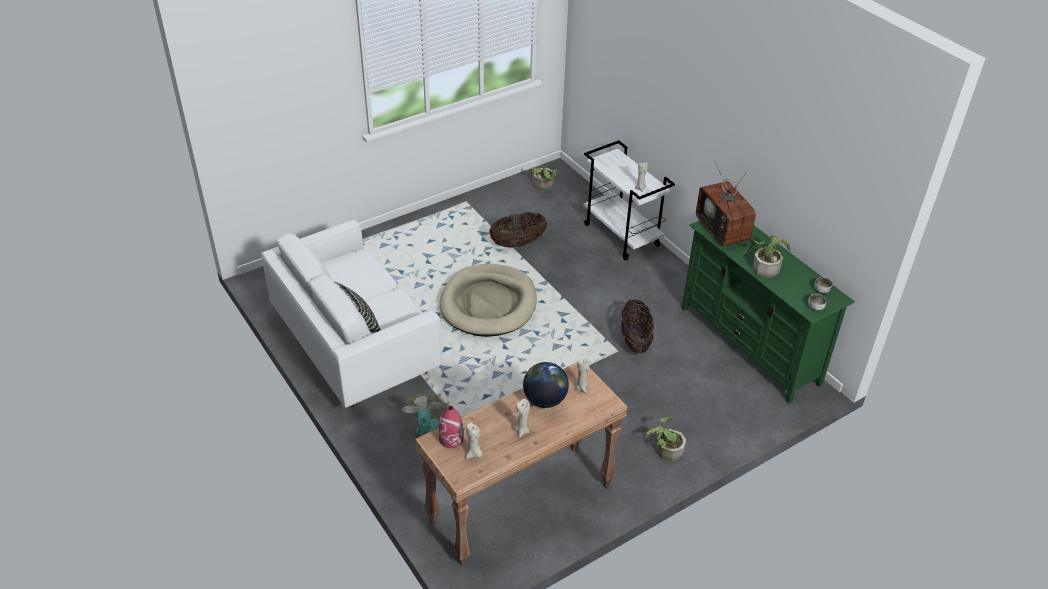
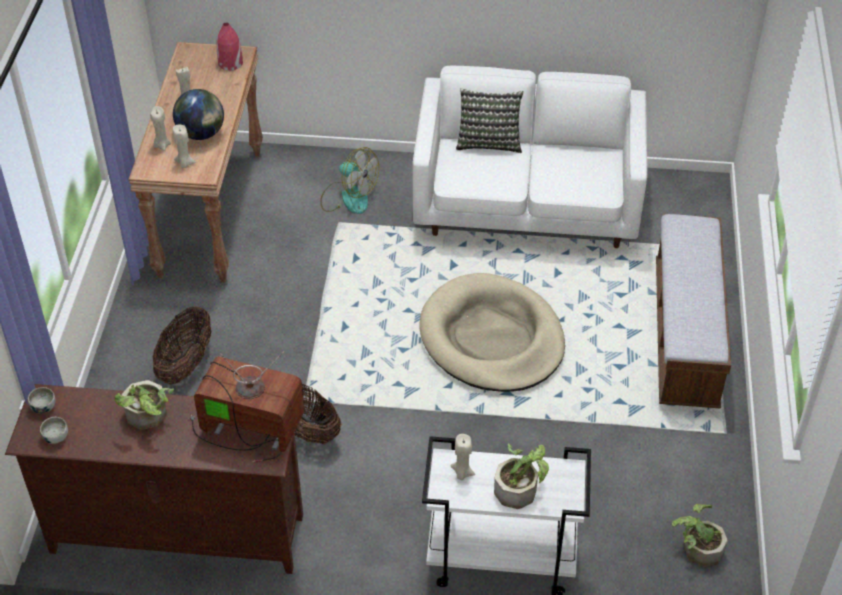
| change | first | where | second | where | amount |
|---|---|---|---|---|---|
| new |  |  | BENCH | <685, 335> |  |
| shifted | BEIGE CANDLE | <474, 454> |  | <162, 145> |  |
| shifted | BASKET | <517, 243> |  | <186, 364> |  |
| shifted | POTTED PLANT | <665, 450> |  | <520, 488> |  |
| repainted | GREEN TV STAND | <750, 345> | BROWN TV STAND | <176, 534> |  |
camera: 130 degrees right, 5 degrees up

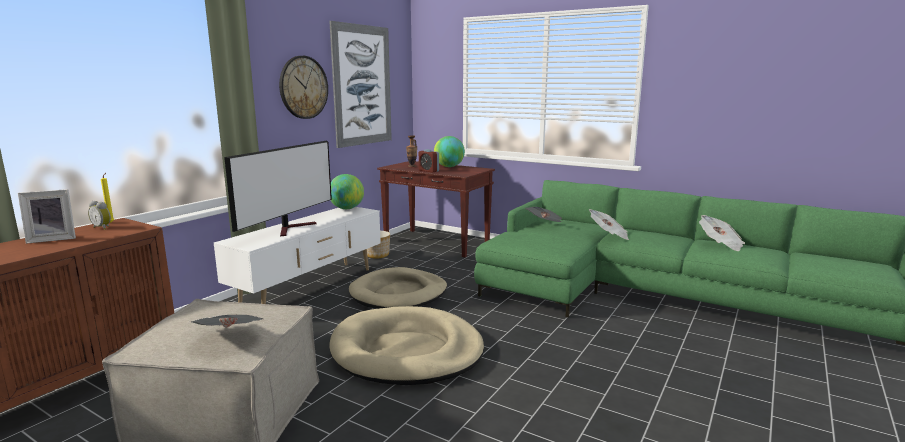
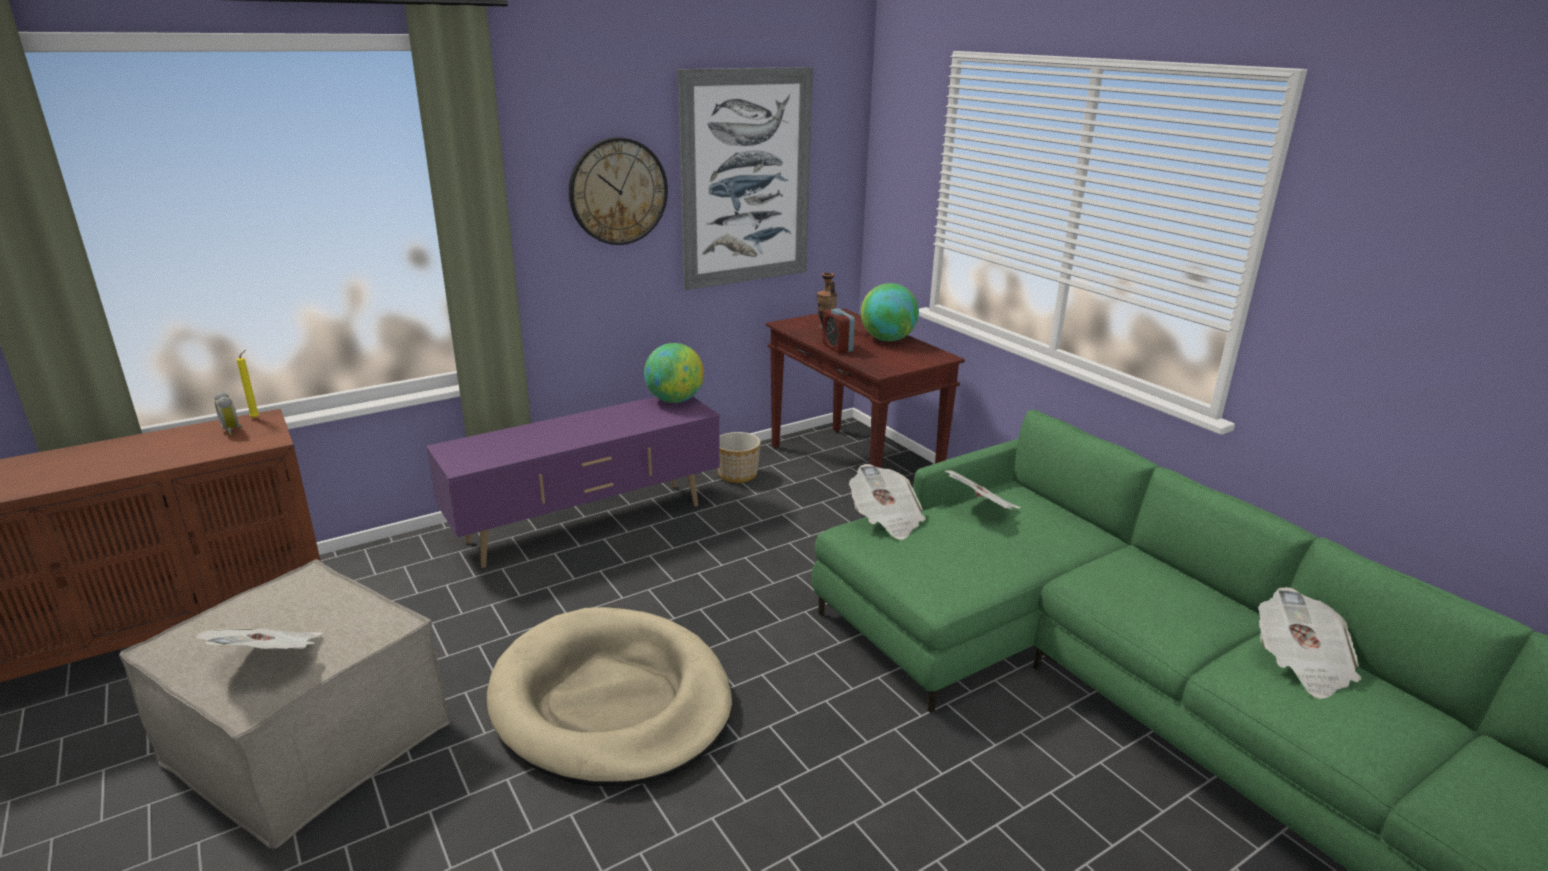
| change | first | where | second | where | amount |
|---|---|---|---|---|---|
| gone | PICTURE FRAME | <53, 239> |  |  |  |
| gone | TELEVISION | <292, 228> |  |  |  |
| gone | BEIGE DOG BED | <399, 293> |  |  |  |
| shifted | NEWSPAPER | <609, 235> |  | <886, 519> |  |
| repainted | WHITE TV STAND | <311, 288> | PURPLE TV STAND | <588, 524> |  |
camera: 25 degrees right, 10 degrees up

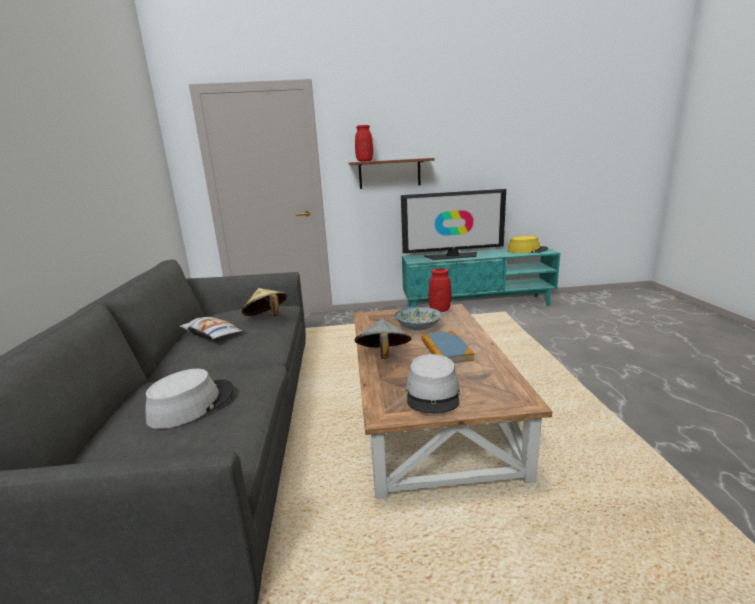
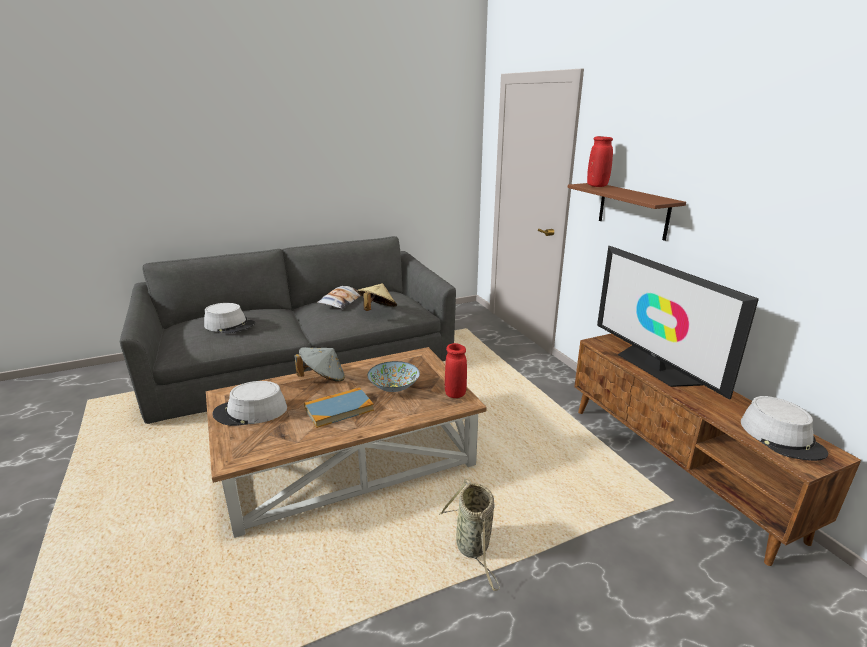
| change | first | where | second | where | amount |
|---|---|---|---|---|---|
| new |  |  | BASKET | <473, 547> |  |
| repainted | TURQUOISE TV STAND | <477, 305> | BROWN TV STAND | <676, 467> |  |
| repainted | YELLOW HAT | <527, 250> | GREY HAT | <781, 437> |  |
camera: 70 degrees right, 5 degrees up

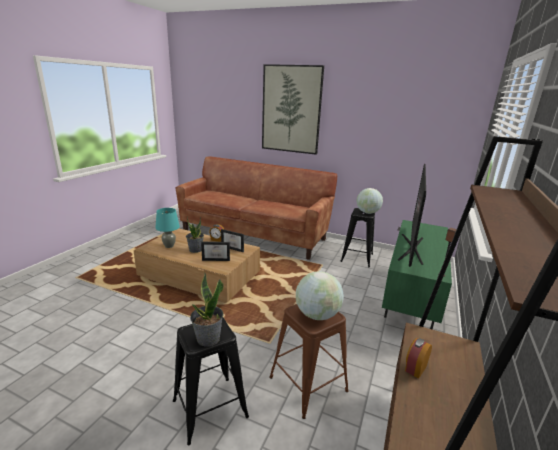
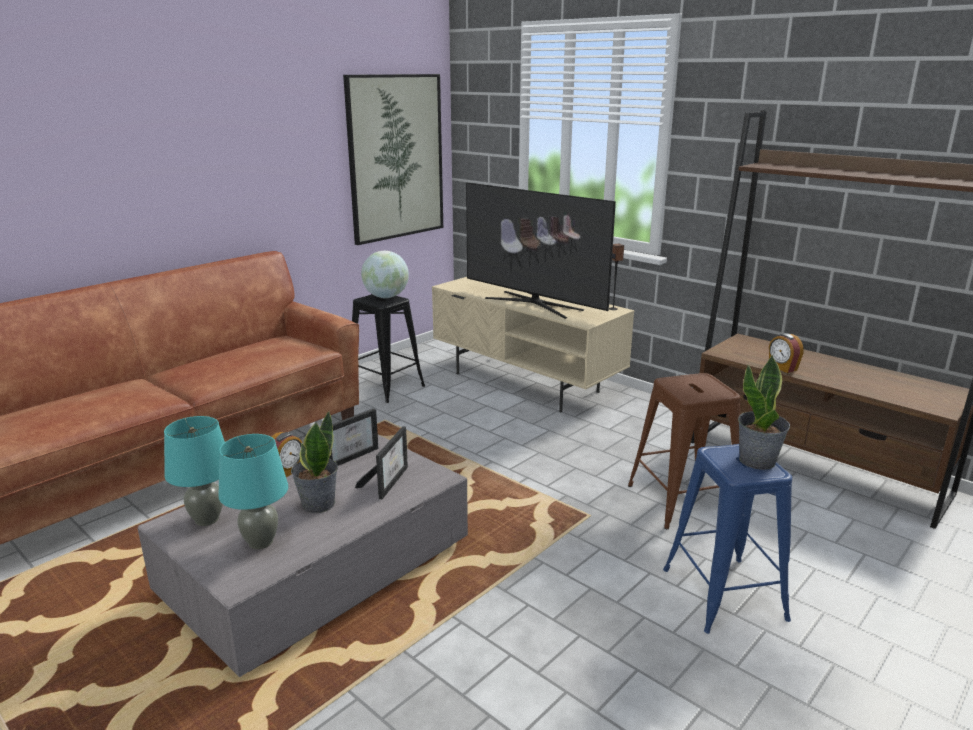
| change | first | where | second | where | amount |
|---|---|---|---|---|---|
| gone | GLOBE | <317, 315> |  |  |  |
| new |  |  | TURQUOISE TABLE LAMP | <207, 519> |  |
| shifted | PICTURE | <291, 109> |  | <396, 158> |  |
| repainted | BROWN COFFEE TABLE | <200, 277> | GREY COFFEE TABLE | <319, 571> |  |
| repainted | BLACK STOOL | <210, 408> | BLUE STOOL | <723, 593> |  |
| repainted | GREEN TV STAND | <411, 298> | BEIGE TV STAND | <527, 382> |  |
camera: 70 degrees left, 0 degrees up

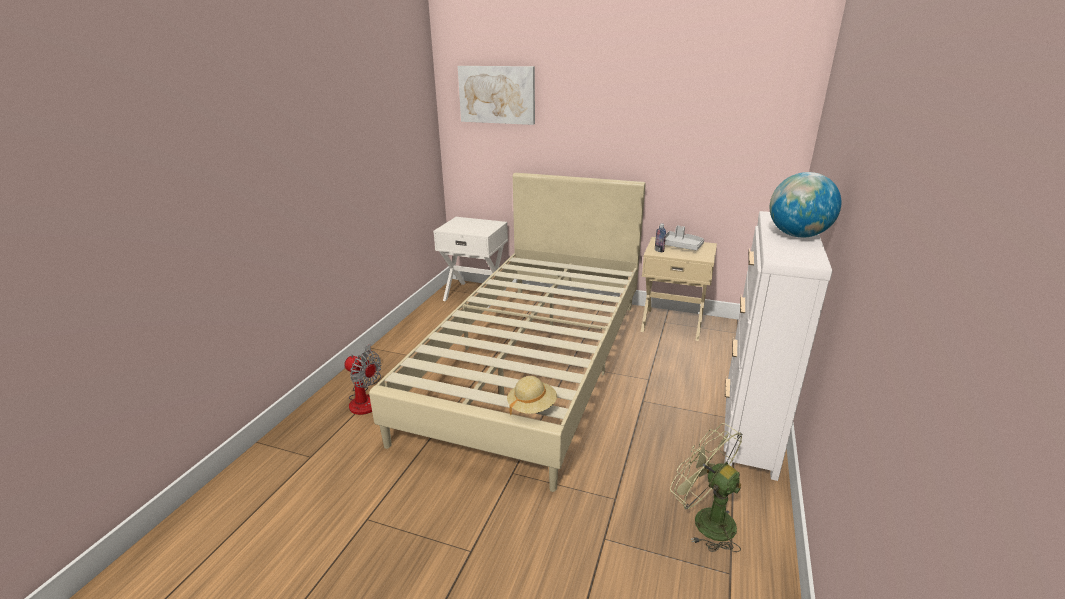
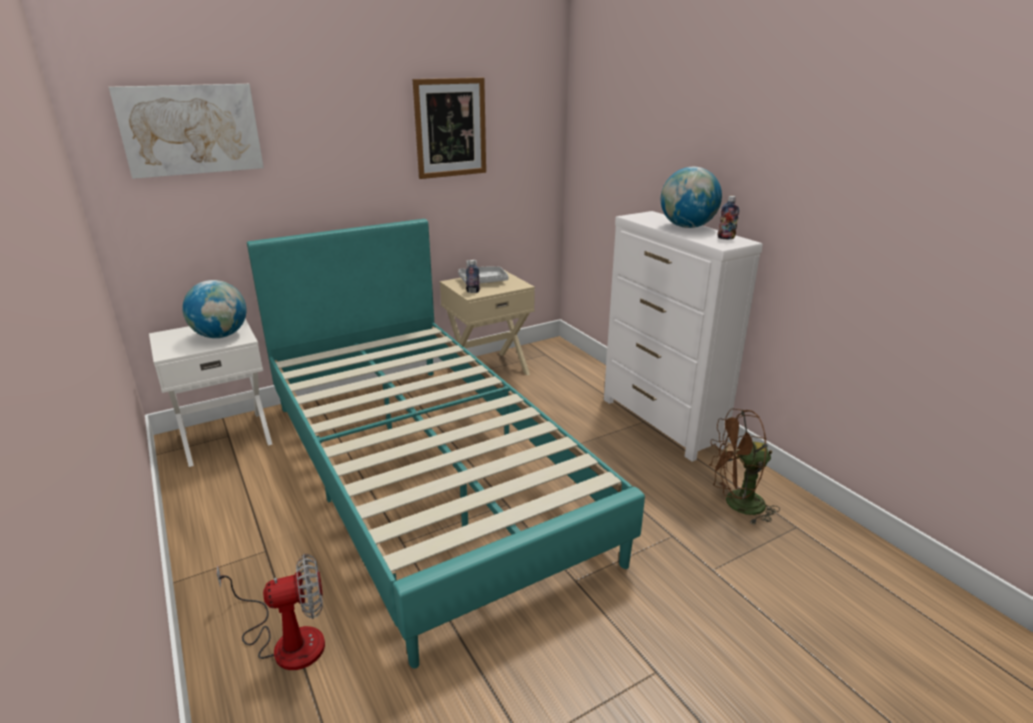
| change | first | where | second | where | amount |
|---|---|---|---|---|---|
| gone | BEIGE HAT | <532, 407> |  |  |  |
| new |  |  | GLOBE | <221, 335> |  |
| new |  |  | PICTURE | <450, 128> |  |
| new |  |  | BOTTLE | <726, 238> |  |
| repainted | BEIGE BED | <533, 363> | TURQUOISE BED | <424, 472> |  |
| repainted | GREEN FAN | <705, 520> | BROWN FAN | <736, 504> |  |
camera: 50 degrees left, 0 degrees up

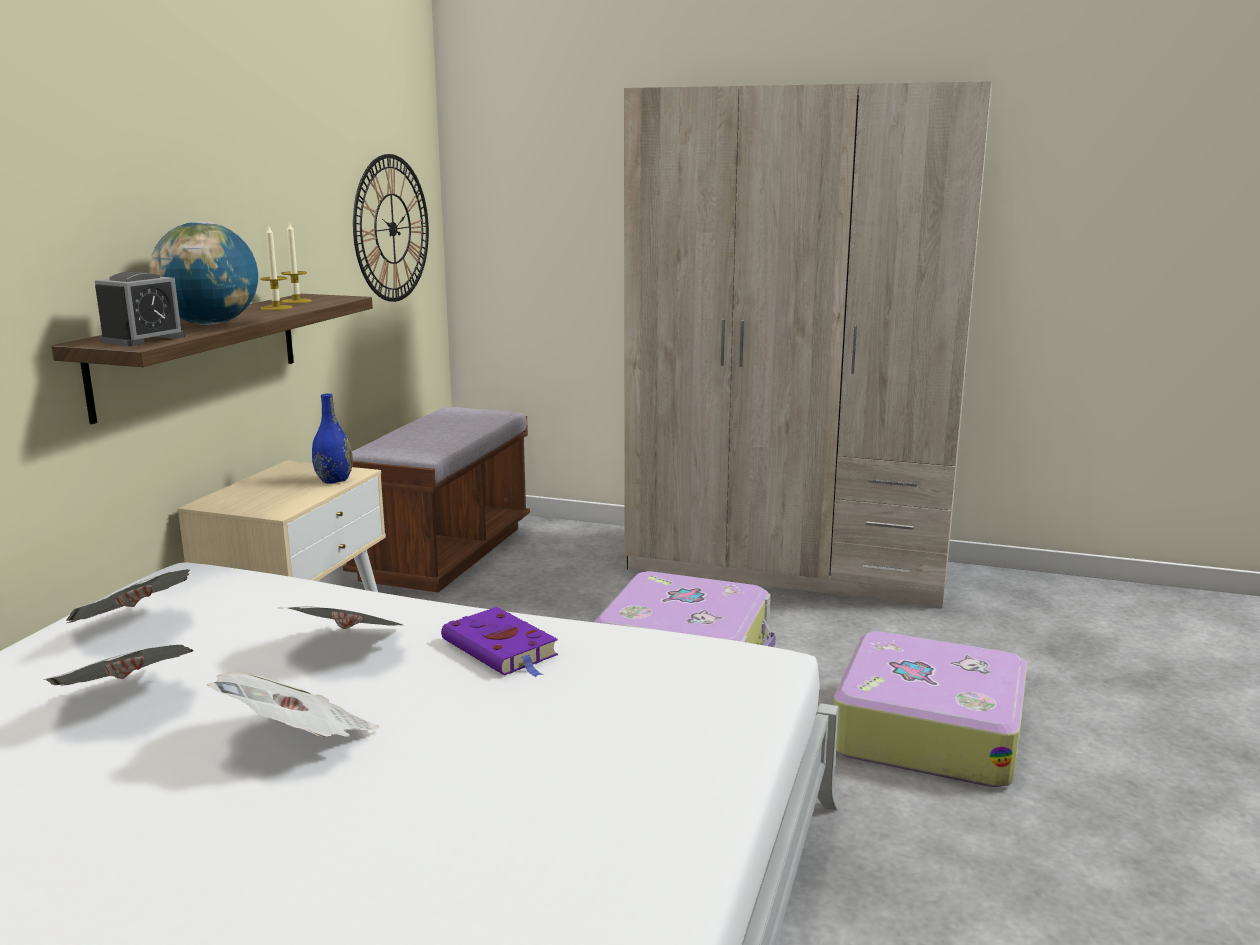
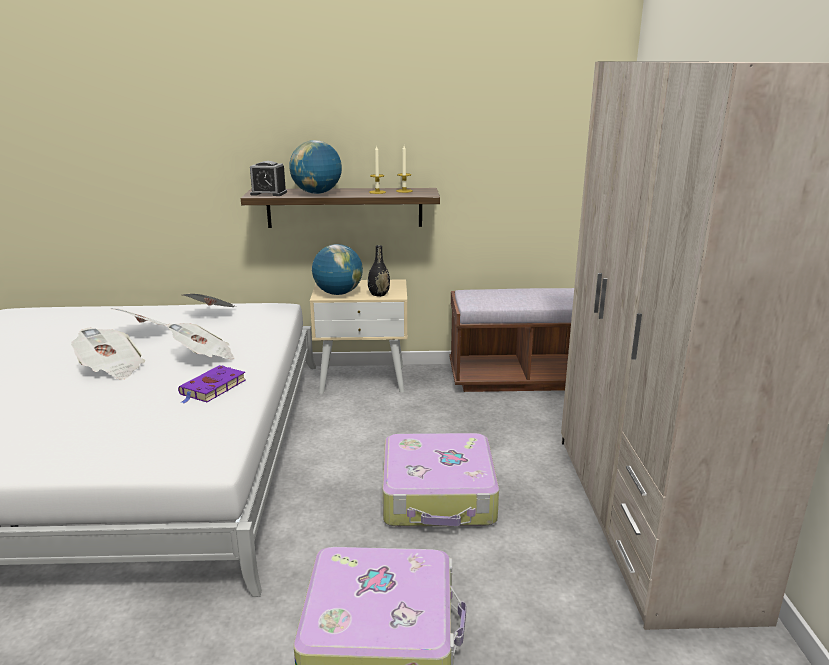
| change | first | where | second | where | amount |
|---|---|---|---|---|---|
| gone | WALL CLOCK | <392, 228> |  |  |  |
| new |  |  | GLOBE | <338, 293> |  |
| repainted | BLUE VASE | <334, 480> | BLACK VASE | <379, 294> |  |
camera: 70 degrees right, 5 degrees up

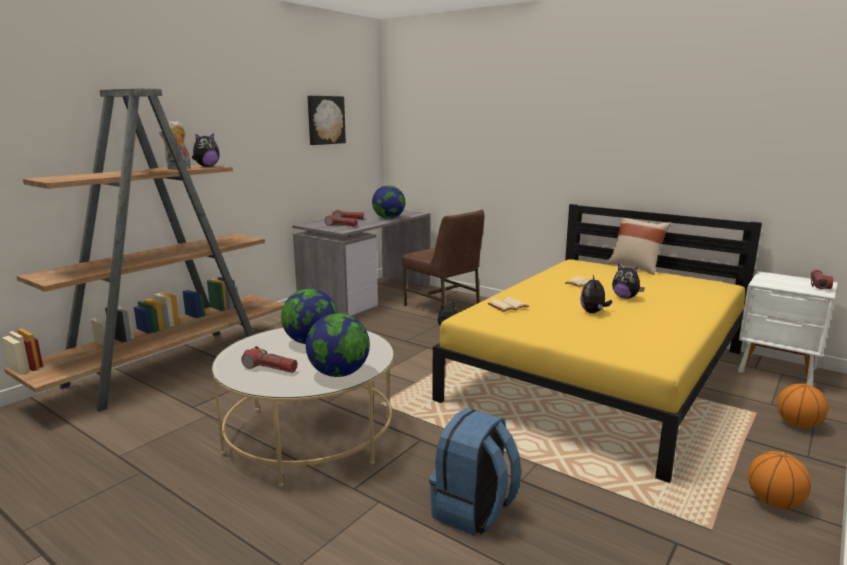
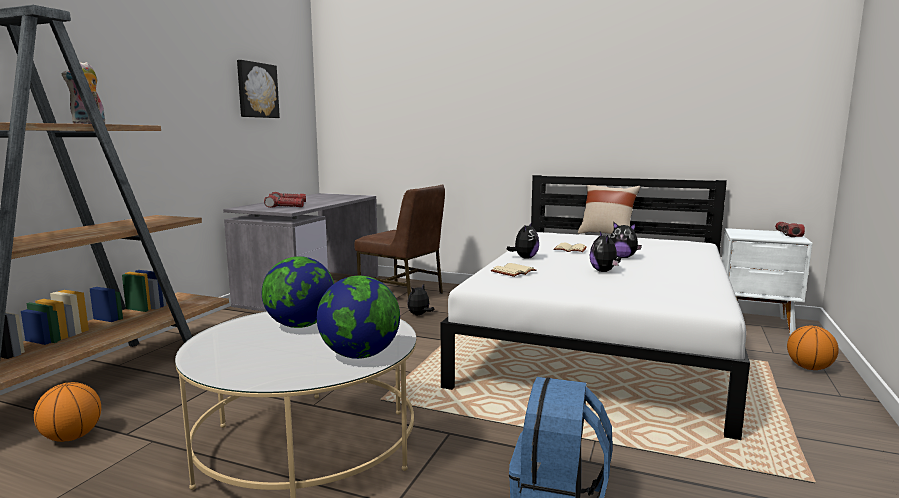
| change | first | where | second | where | amount |
|---|---|---|---|---|---|
| gone | FLASHLIGHT | <270, 368> |  |  |  |
| gone | GLOBE | <389, 218> |  |  |  |
| shifted | PLUSH TOY | <207, 166> |  | <524, 258> |  |
| shifted | BASKETBALL | <774, 502> |  | <72, 437> |  |
| repainted | YELLOW BED | <600, 375> | WHITE BED | <602, 343> |  |
camera: 15 degrees left, 5 degrees down

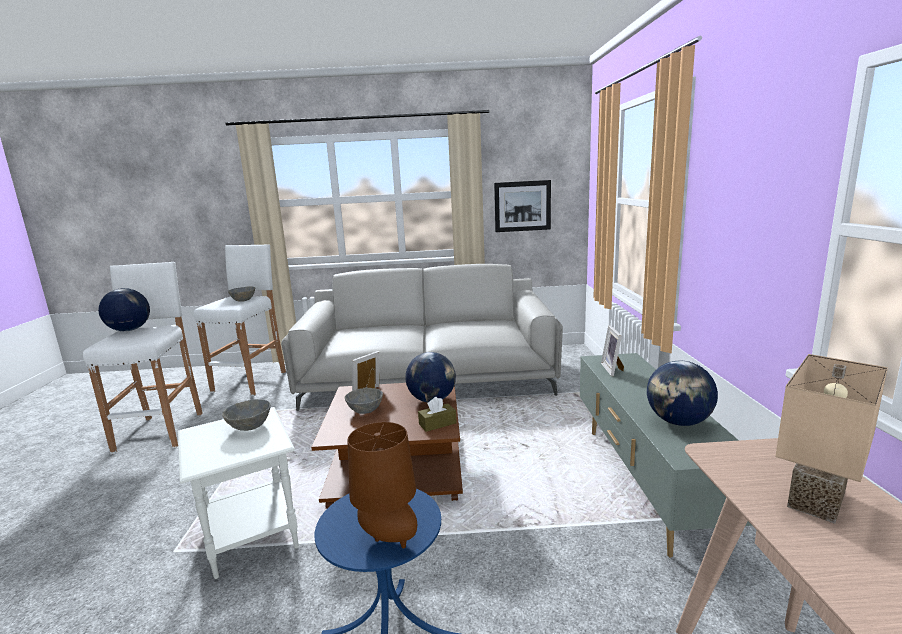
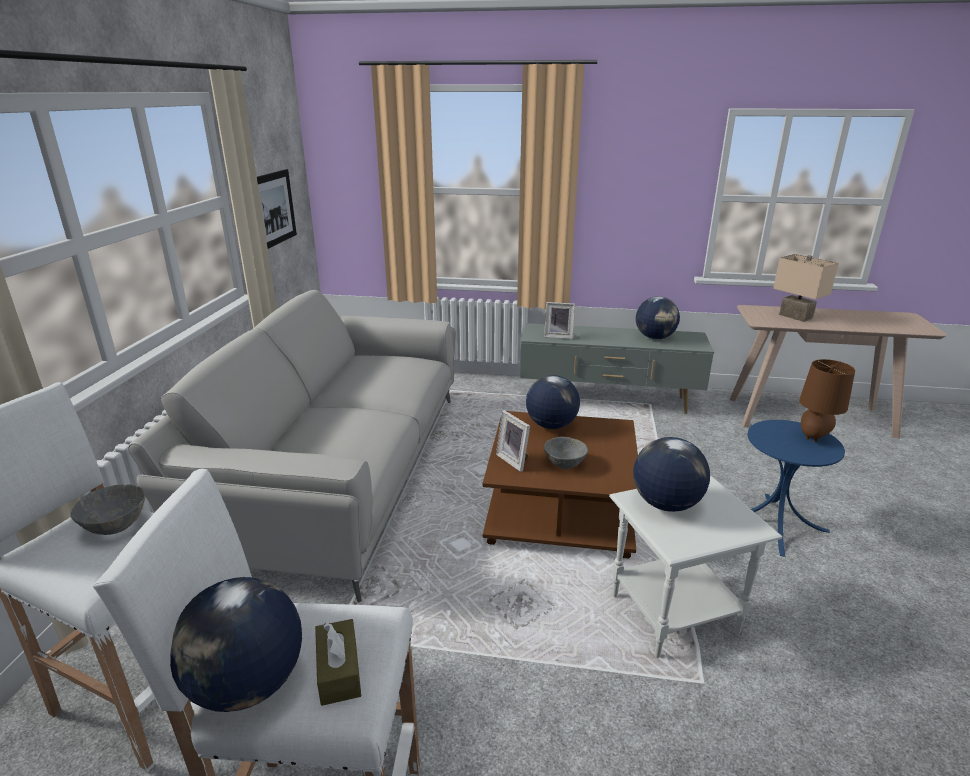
| change | first | where | second | where | amount |
|---|---|---|---|---|---|
| shifted | BROWN TISSUE BOX | <437, 423> |  | <339, 671> |  |
| swapped | GREY BOWL | <250, 426> | GLOBE | <665, 504> |  |
camera: 80 degrees left, 10 degrees up

